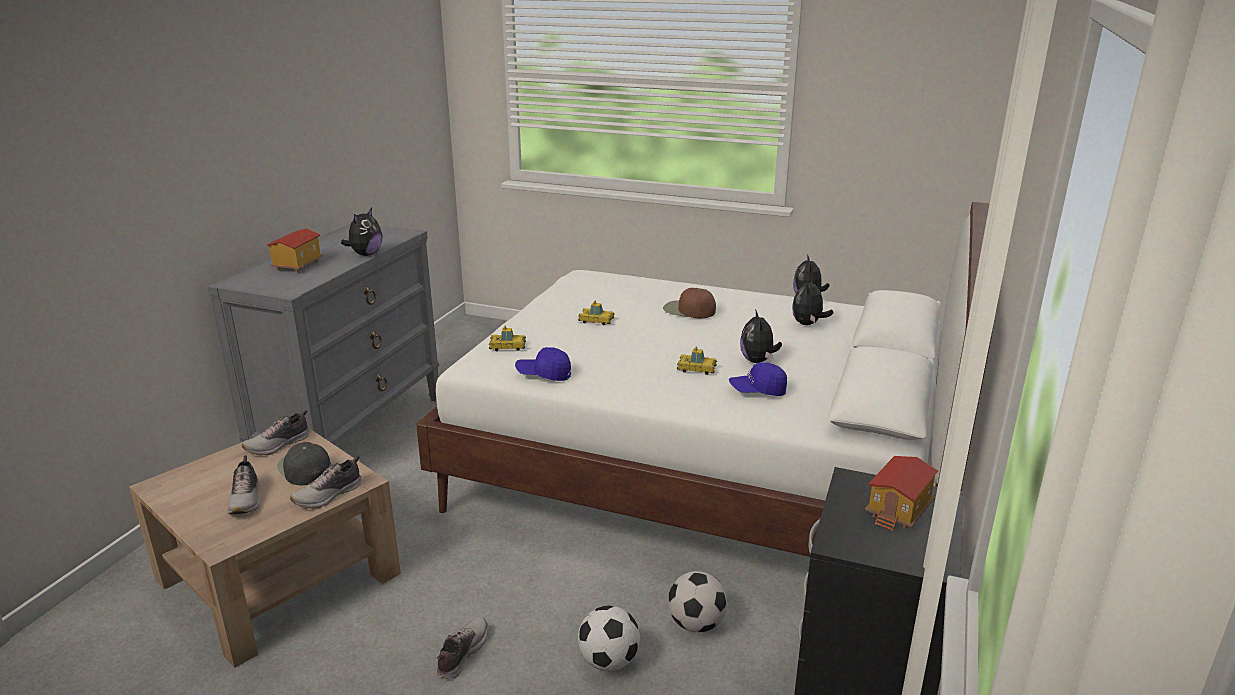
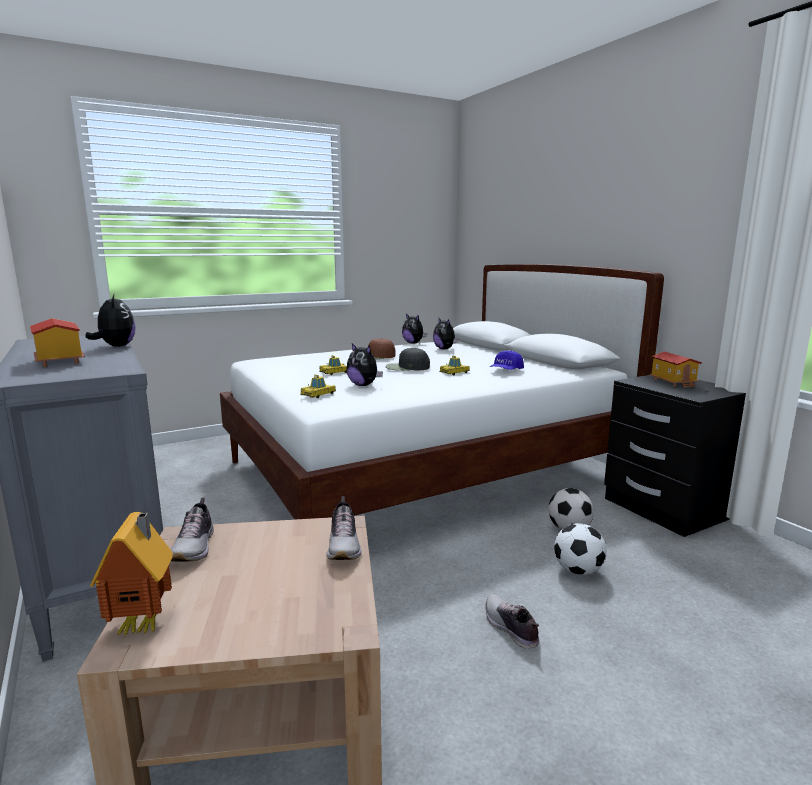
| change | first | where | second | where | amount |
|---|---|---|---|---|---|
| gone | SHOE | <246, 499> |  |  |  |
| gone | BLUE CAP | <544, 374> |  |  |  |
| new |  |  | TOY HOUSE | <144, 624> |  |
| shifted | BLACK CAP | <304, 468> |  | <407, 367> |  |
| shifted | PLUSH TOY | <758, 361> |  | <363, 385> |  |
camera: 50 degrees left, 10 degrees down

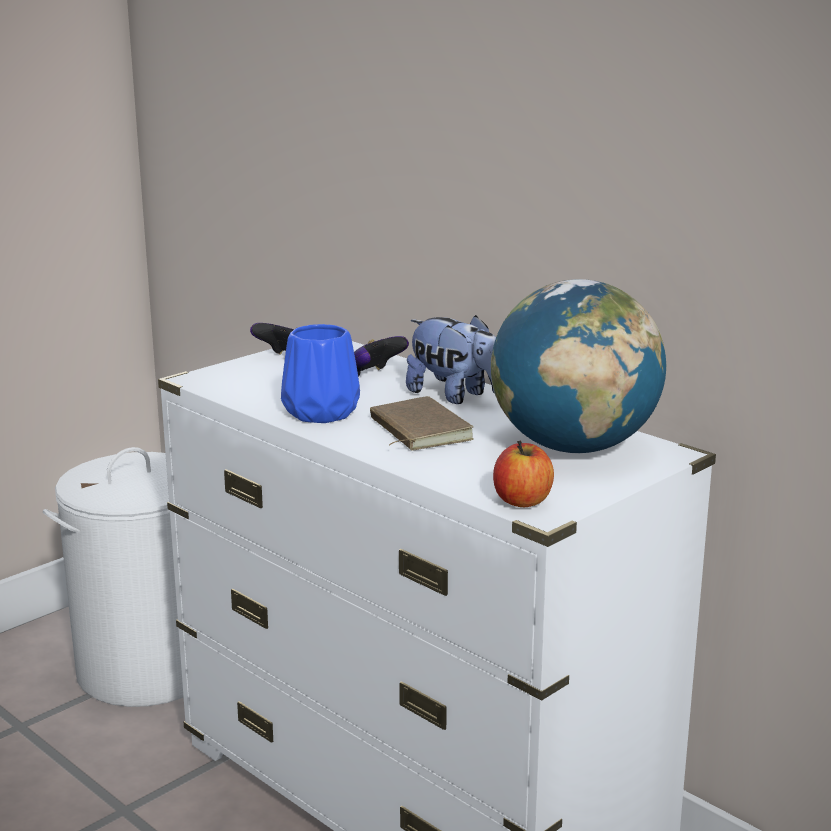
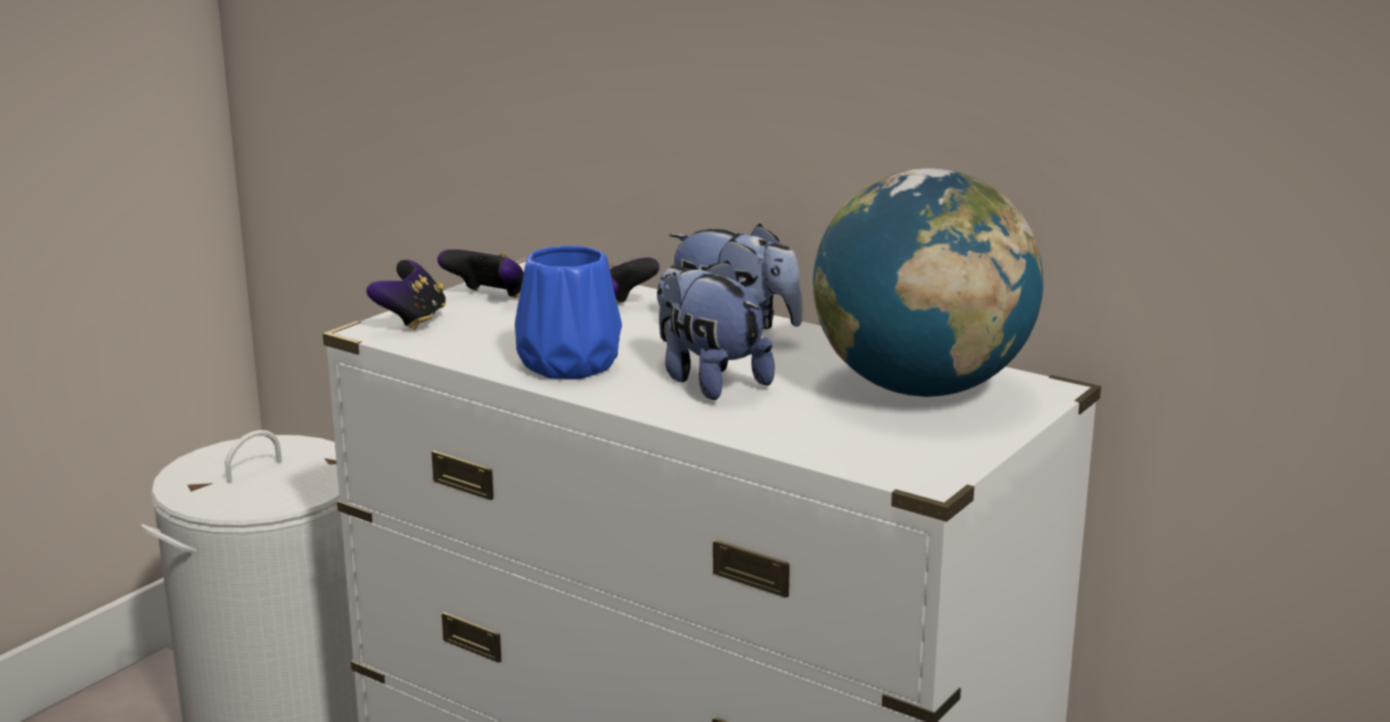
| change | first | where | second | where | amount |
|---|---|---|---|---|---|
| gone | APPLE | <522, 500> |  |  |  |
| new |  |  | GAME CONTROLLER | <412, 321> |  |
| swapped | BROWN BOOK | <417, 430> | PLUSH TOY | <708, 380> |  |
camera: 10 degrees left, 0 degrees up

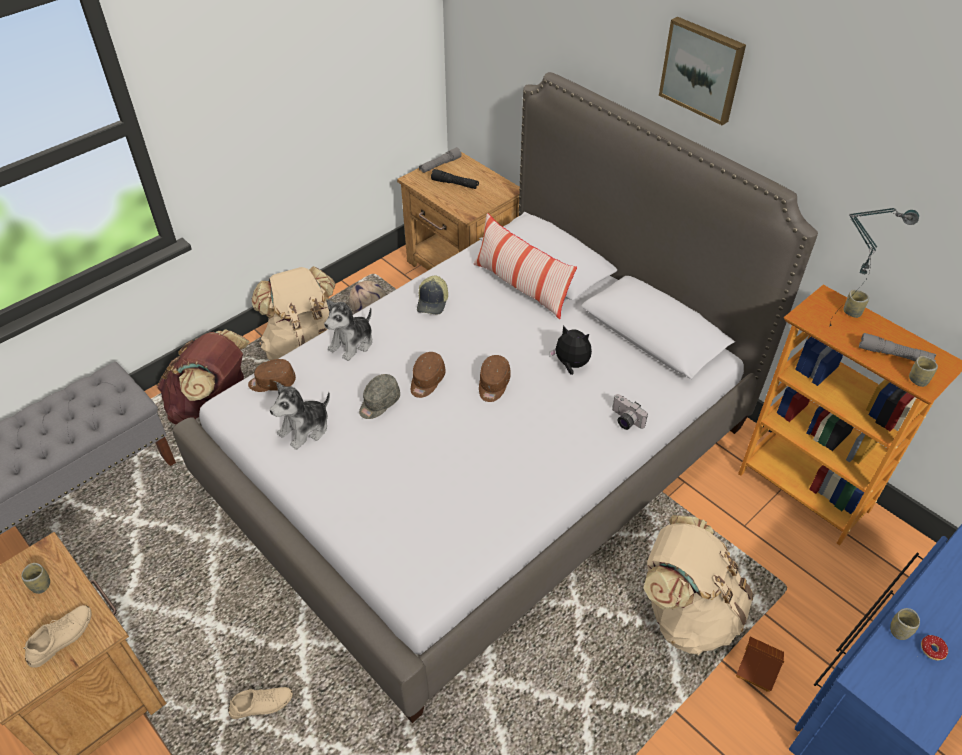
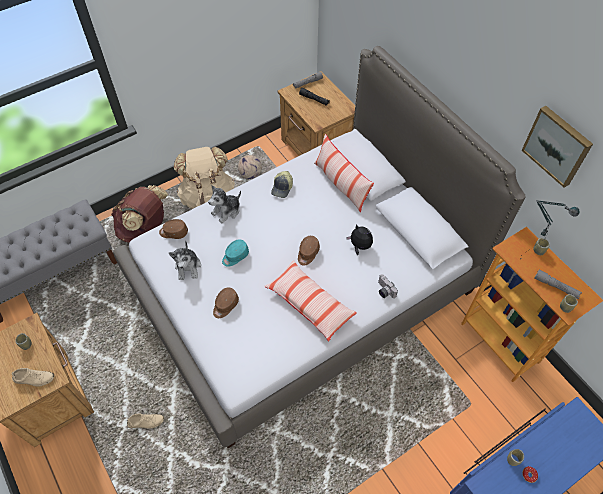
| change | first | where | second | where | amount |
|---|---|---|---|---|---|
| gone | BEIGE BACKPACK | <687, 612> |  |  |  |
| gone | TOY HOUSE | <758, 669> |  |  |  |
| new |  |  | PILLOW | <310, 304> |  |
| shifted | BROWN CAP | <426, 381> |  | <225, 305> |  |
| shifted | PICTURE | <703, 69> |  | <557, 145> |  |
| repainted | GREY CAP | <379, 403> | TURQUOISE CAP | <235, 256> |  |
| rotated | BEIGE SHOE | <61, 638> |  | <34, 378> | 45 degrees clockwise |
| rotated | PLUSH TOY | <305, 429> |  | <188, 267> | 60 degrees counterclockwise |
camera: 10 degrees right, 10 degrees up

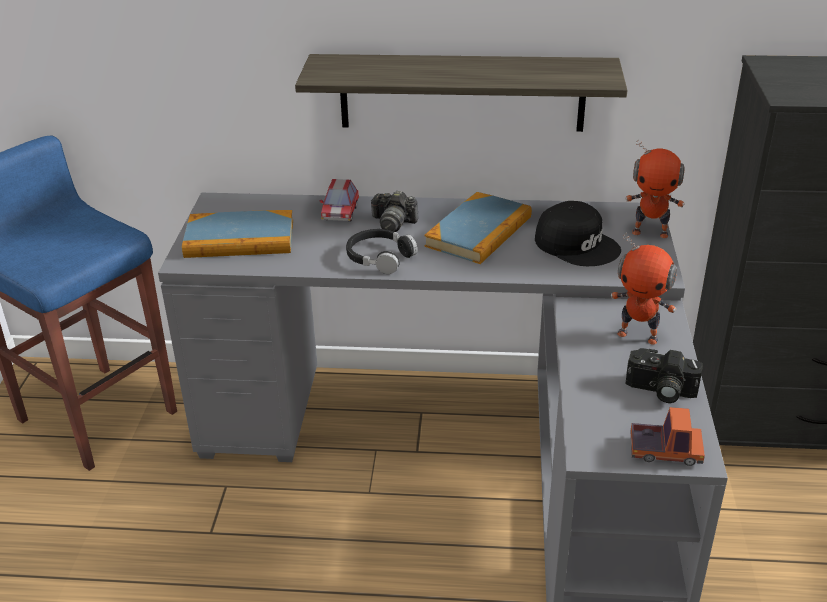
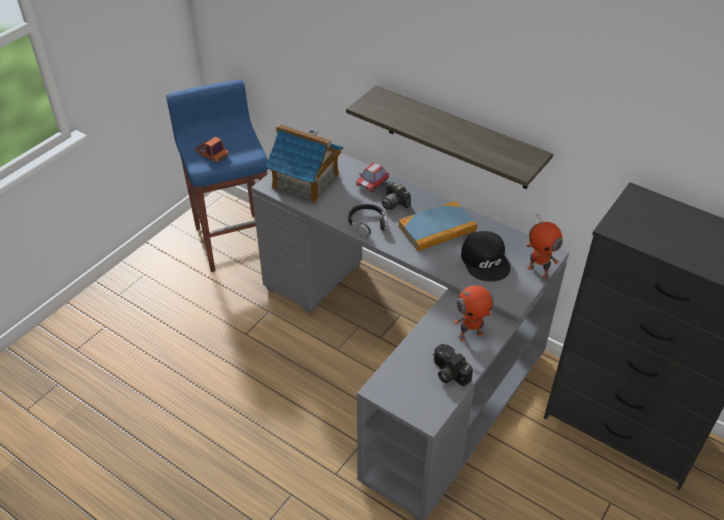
| change | first | where | second | where | amount |
|---|---|---|---|---|---|
| shifted | TOY TRUCK | <665, 451> |  | <212, 155> |  |
| swapped | BOOK | <240, 239> | TOY HOUSE | <306, 181> |  |
| rotated | TOY ROBOT | <638, 335> |  | <470, 334> | 75 degrees counterclockwise |
camera: 30 degrees right, 10 degrees up

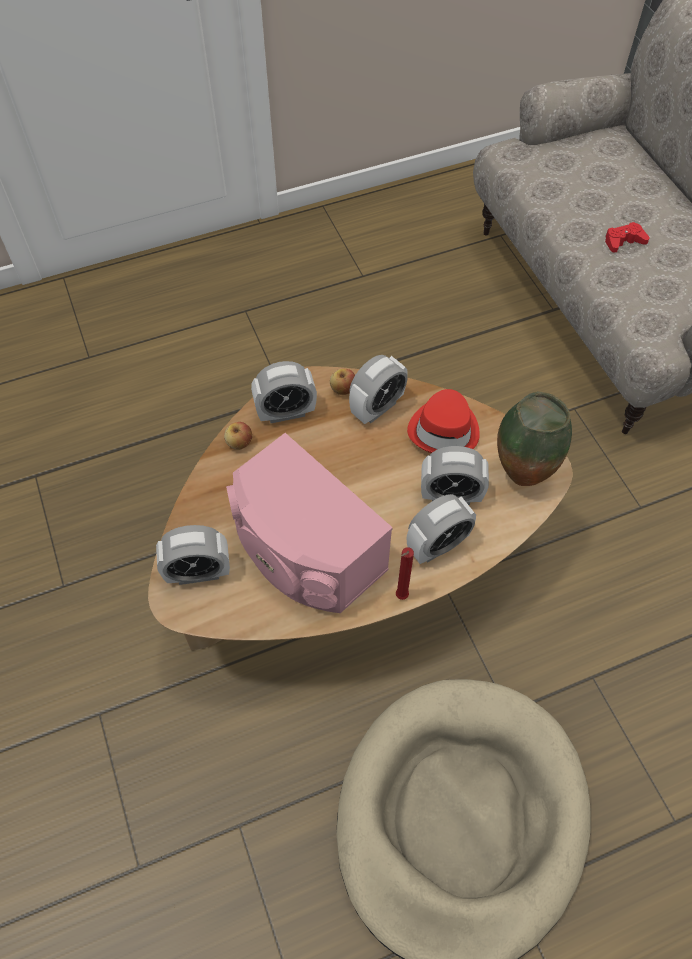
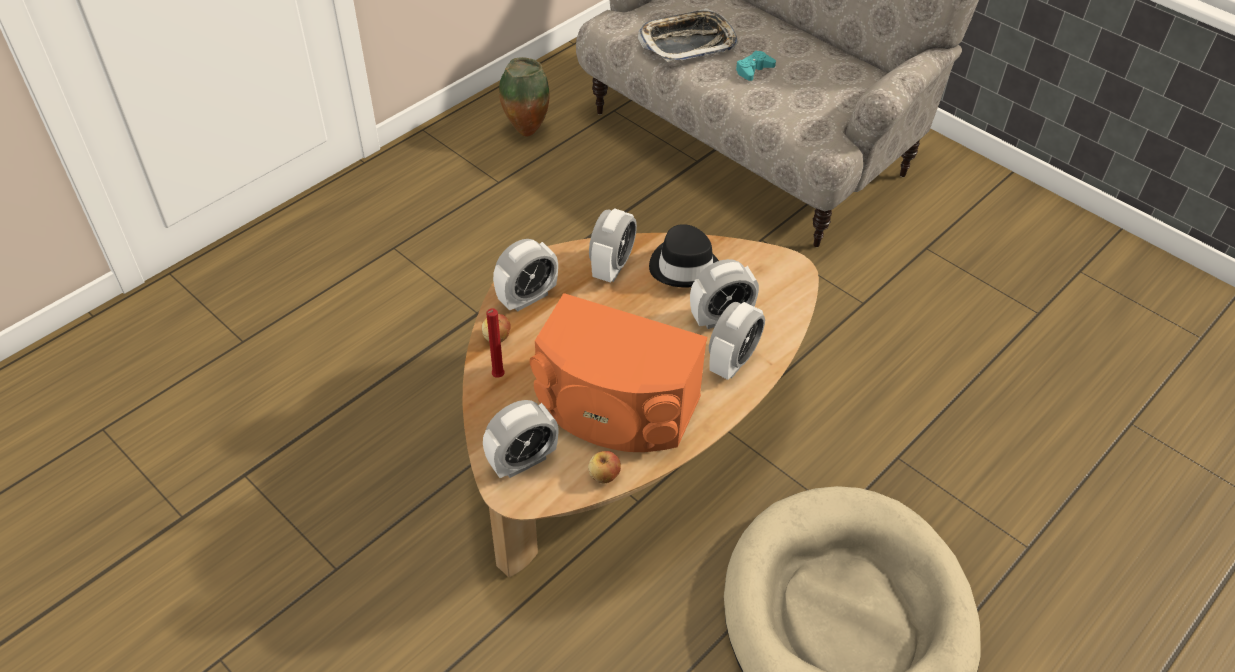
| change | first | where | second | where | amount |
|---|---|---|---|---|---|
| new |  |  | TRAY | <687, 42> |  |
| shifted | APPLE | <343, 389> |  | <604, 476> |  |
| shifted | RED CANDLE | <400, 597> |  | <497, 377> |  |
| shifted | VASE | <521, 474> |  | <525, 131> |  |
| repainted | PINK SPEAKER | <305, 551> | ORANGE SPEAKER | <615, 408> |  |
| repainted | RED HAT | <444, 430> | BLACK HAT | <684, 266> |  |
| repainted | RED GAME CONTROLLER | <623, 241> | TURQUOISE GAME CONTROLLER | <753, 70> |  |
camera: 25 degrees left, 10 degrees down

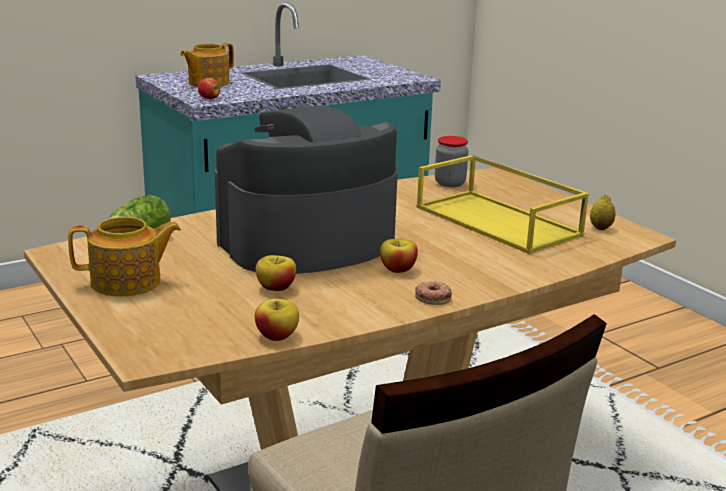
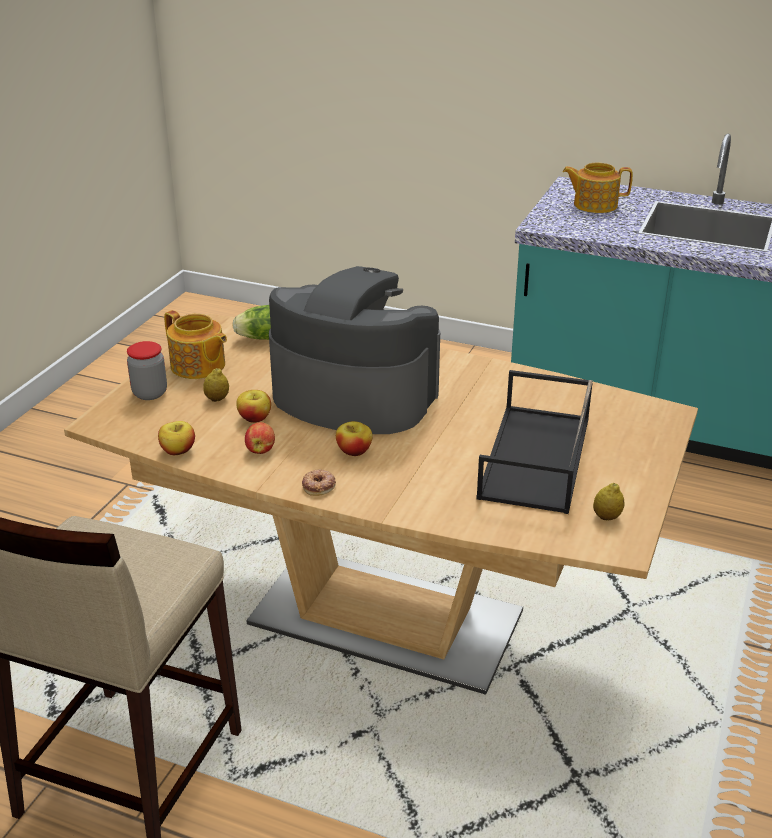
| change | first | where | second | where | amount |
|---|---|---|---|---|---|
| new |  |  | LEMON | <217, 399> |  |
| shifted | APPLE | <208, 99> |  | <260, 450> |  |
| shifted | JAR | <450, 183> |  | <150, 393> |  |
| repainted | YELLOW TRAY | <500, 221> | BLACK TRAY | <537, 458> |  |
camera: 55 degrees right, 10 degrees up

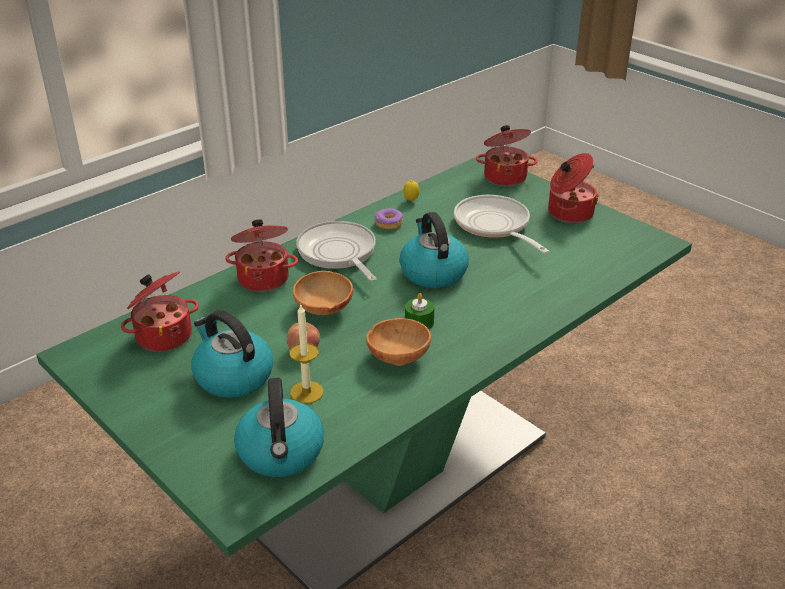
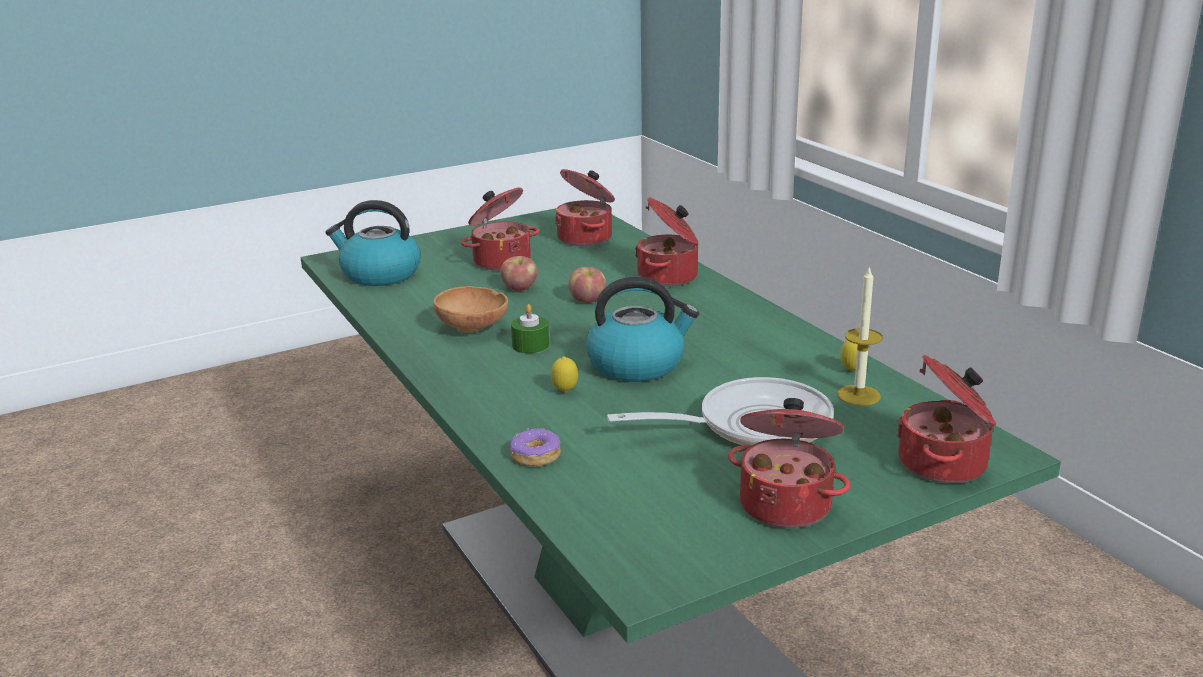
| change | first | where | second | where | amount |
|---|---|---|---|---|---|
| gone | FRYING PAN | <338, 253> |  |  |  |
| new |  |  | LEMON | <565, 391> |  |
| shifted | CANDLE | <306, 392> |  | <858, 395> |  |
| shifted | DONUT | <389, 223> |  | <535, 456> |  |
| swapped | KETTLE | <232, 376> | COOKING POT | <501, 261> |  |
| swapped | BROWN BOWL | <323, 310> | APPLE | <587, 300> |  |
camera: 105 degrees right, 10 degrees down

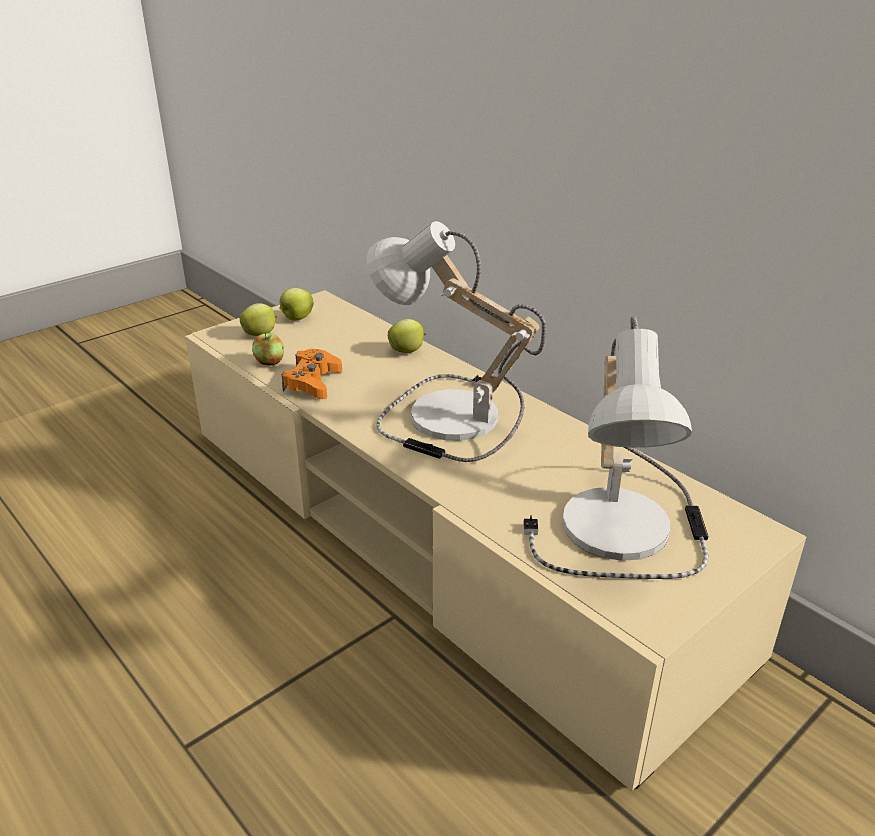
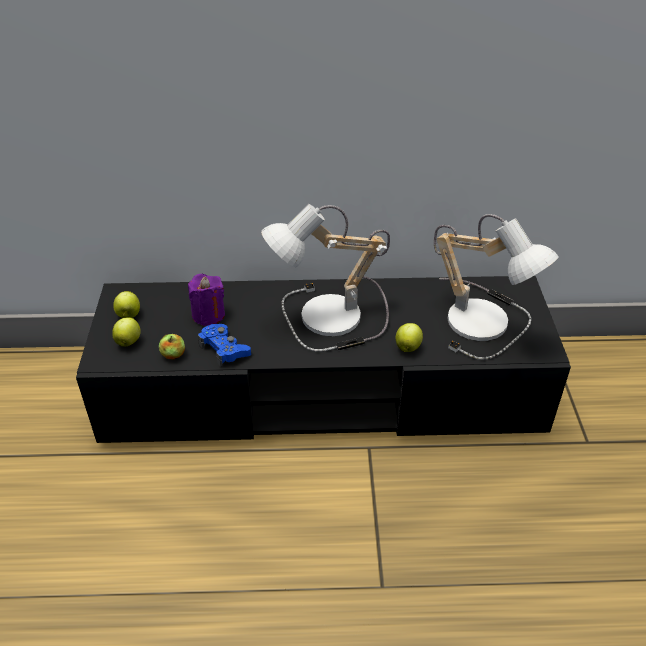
| change | first | where | second | where | amount |
|---|---|---|---|---|---|
| new |  |  | PURPLE CANDLE | <208, 315> |  |
| shifted | APPLE | <407, 351> |  | <408, 347> |  |
| repainted | BEIGE TV STAND | <437, 533> | BLACK TV STAND | <323, 392> |  |
| repainted | ORANGE GAME CONTROLLER | <312, 382> | BLUE GAME CONTROLLER | <224, 349> |  |
camera: 50 degrees left, 10 degrees up

